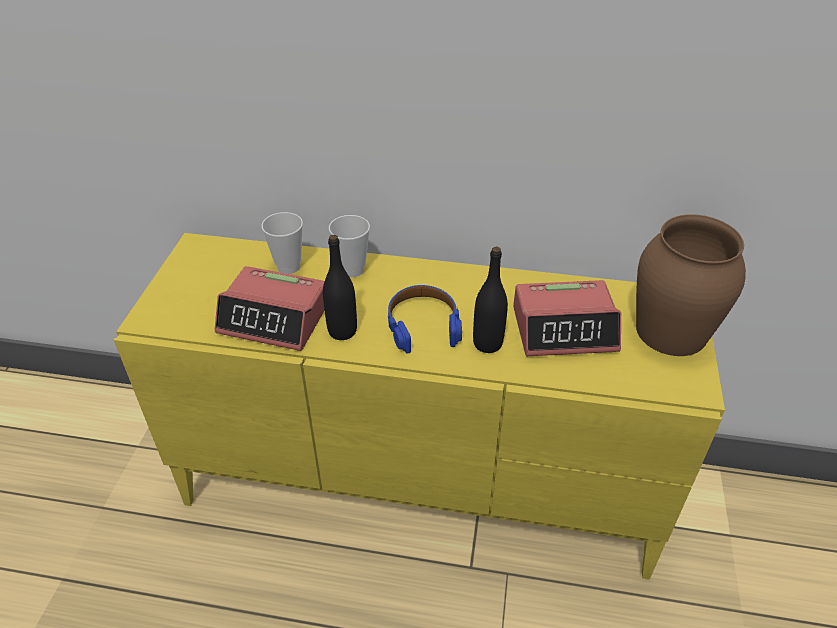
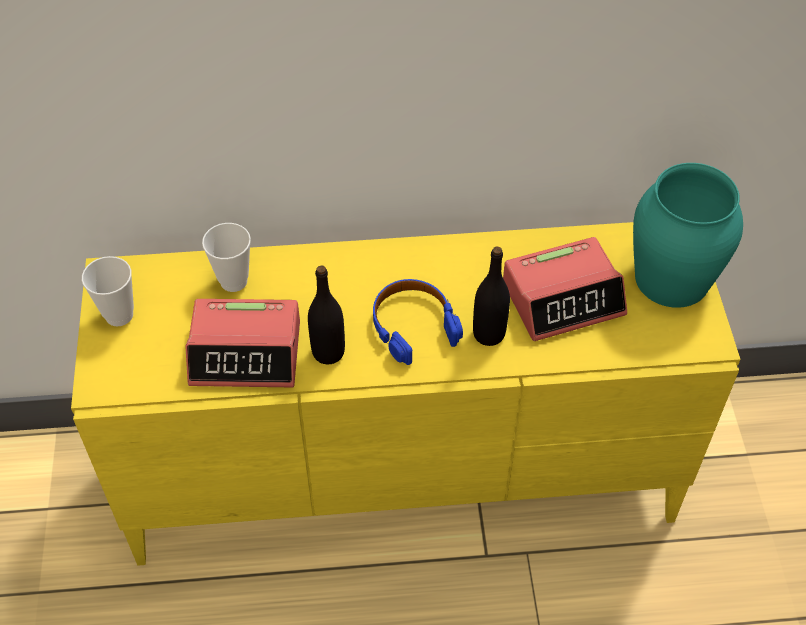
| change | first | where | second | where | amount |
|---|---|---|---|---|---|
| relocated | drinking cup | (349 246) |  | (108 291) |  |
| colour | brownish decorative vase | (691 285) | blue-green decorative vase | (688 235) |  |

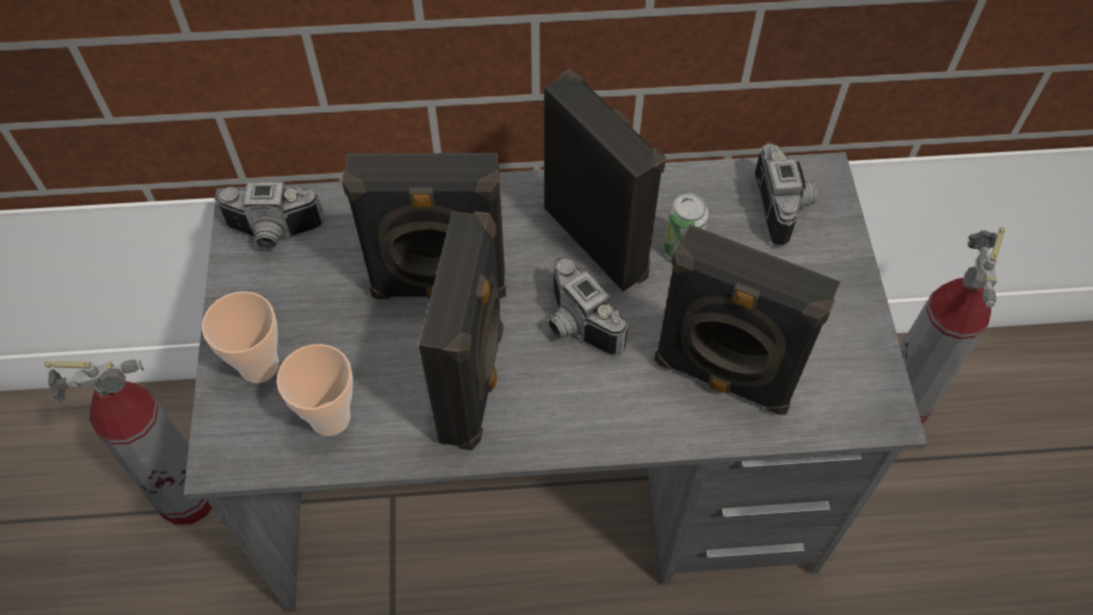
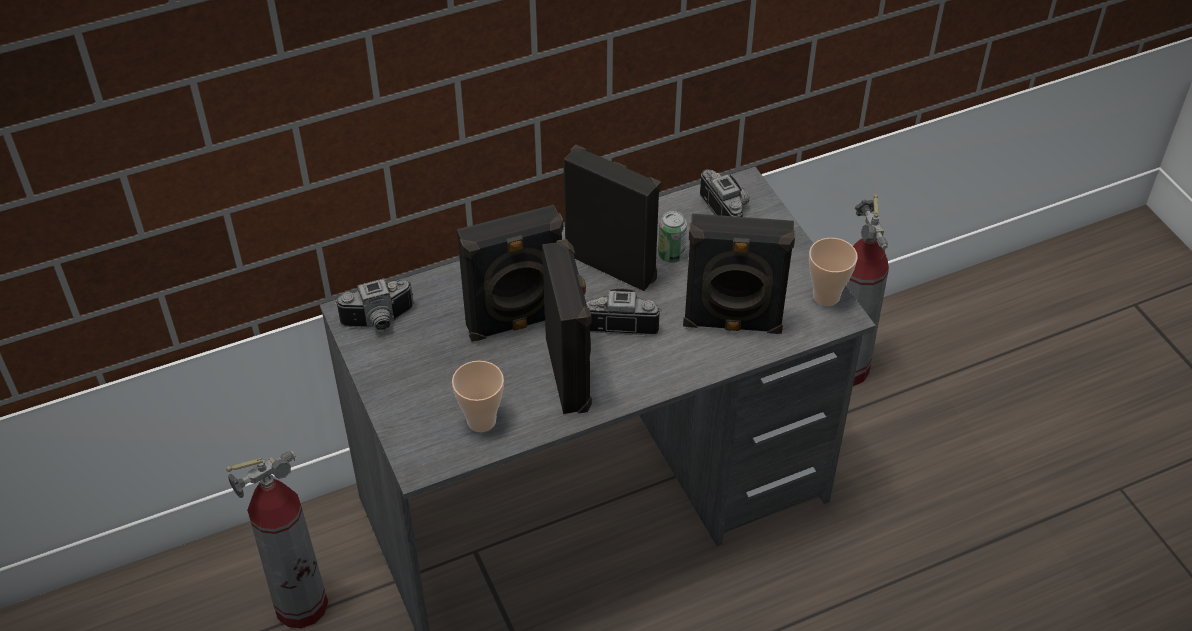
| change | first | where | second | where | amount |
|---|---|---|---|---|---|
| spun | photo camera | (588 306) |  | (624 312) | 150 degrees clockwise |
| relocated | drinking cup | (240 337) |  | (833 272) |  |

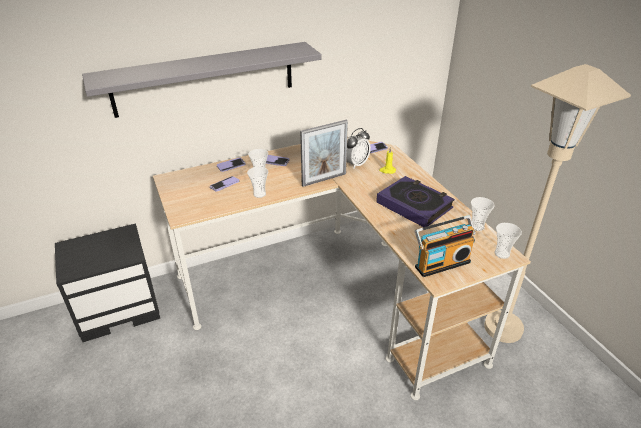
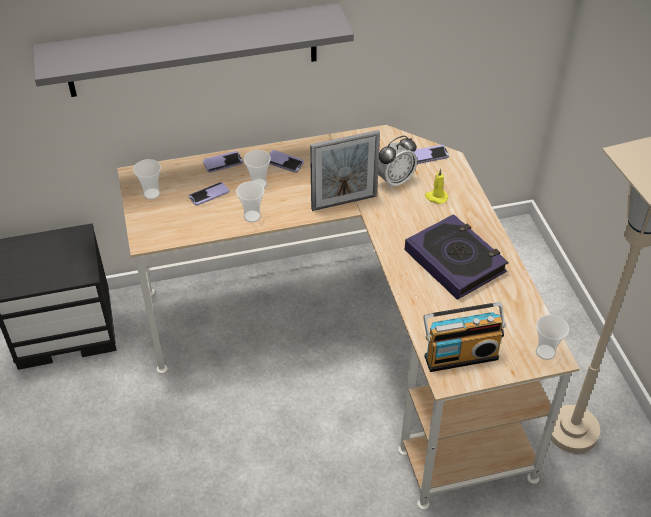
| change | first | where | second | where | amount |
|---|---|---|---|---|---|
| relocated | drinking cup | (482 214) |  | (147 179) |  |

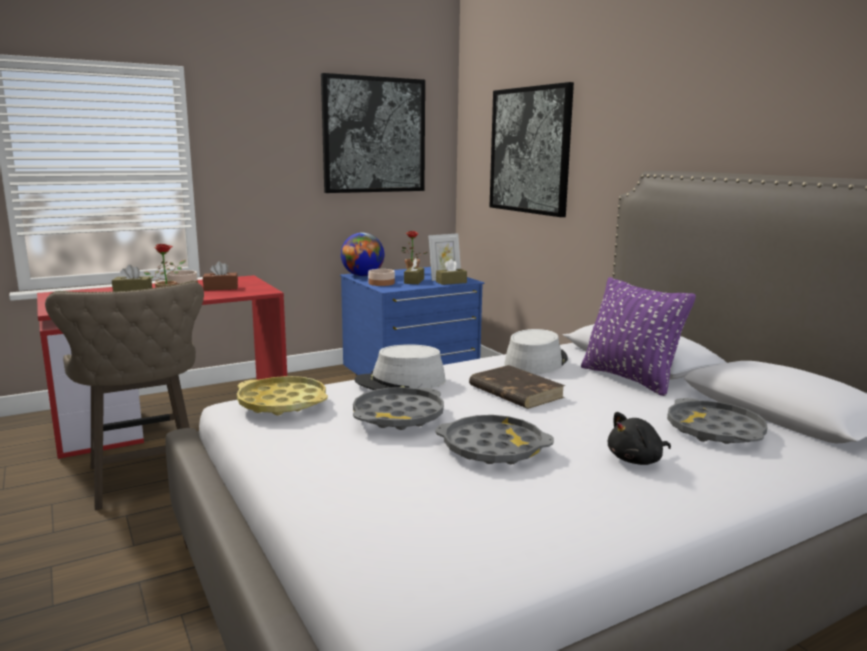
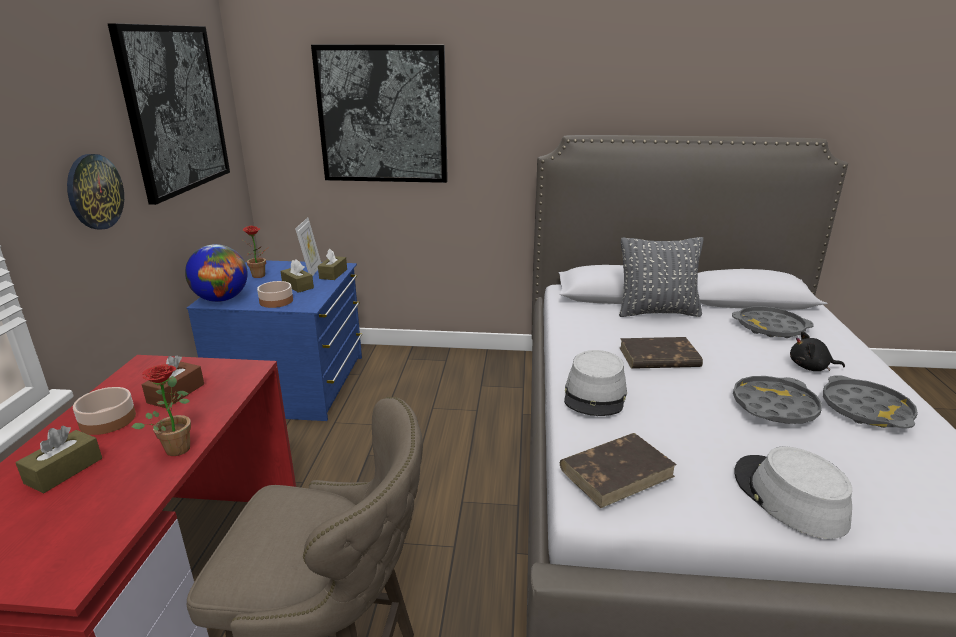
| change | first | where | second | where | amount |
|---|---|---|---|---|---|
| appeared |  |  | wall clock | (95 191) |  |
| exchanged | yellow-coloured carrying tray | (282 396) | brownish bound book | (618 470) |  |
| colour | purple pillow | (638 336) | gray pillow | (661 277) |  |
| relocated | gray wearable hat | (536 351) |  | (793 492) |  |
| spun | black cuddly toy | (639 438) |  | (817 351) | 90 degrees clockwise |
| relocated | gray carrying tray | (398 408) |  | (870 402) |  |

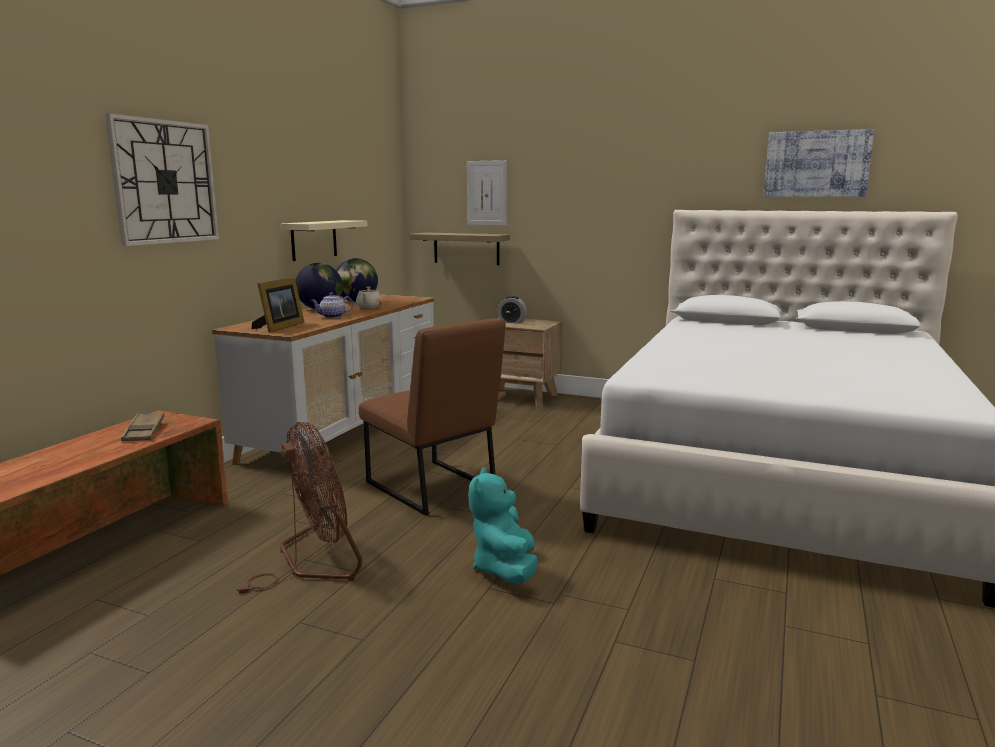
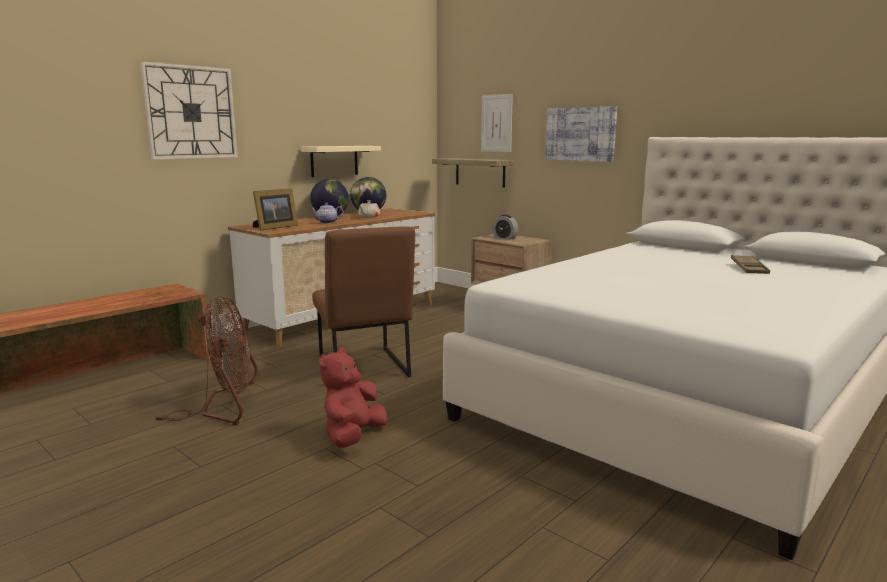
| change | first | where | second | where | amount |
|---|---|---|---|---|---|
| colour | blue-green cuddly toy | (503 525) | red cuddly toy | (353 398) |  |
| relocated | wall art | (819 163) |  | (581 134) |  |
| relocated | brownish carrying tray | (142 426) |  | (750 264) |  |

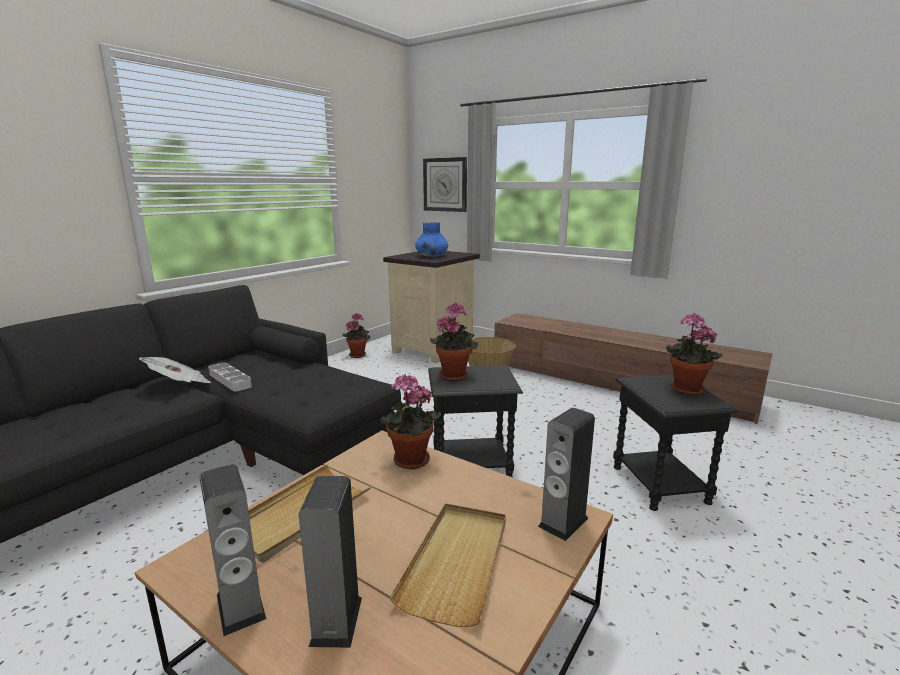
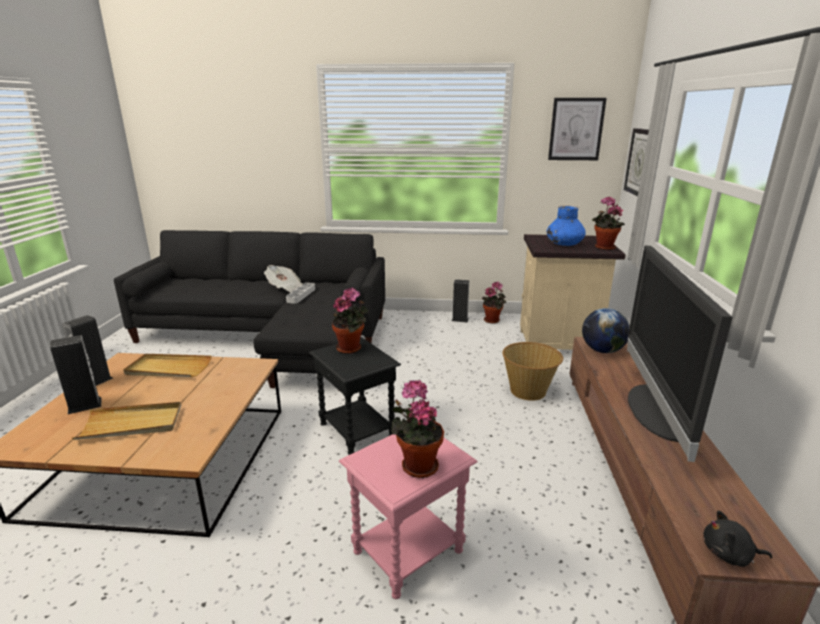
| change | first | where | second | where | amount |
|---|---|---|---|---|---|
| colour | black accent table | (676 443) | pink accent table | (408 516) |  |
| relocated | audio speaker | (566 474) |  | (460 301) |  |
| appeared |  |  | wall art | (577 129) |  |
| appeared |  |  | world globe | (606 330) |  |
| relocated | plant in a pot | (410 422) |  | (608 223) |  |
| appeared |  |  | TV set | (680 354) |  |
| appeared |  |  | black cuddly toy | (737 538) |  |

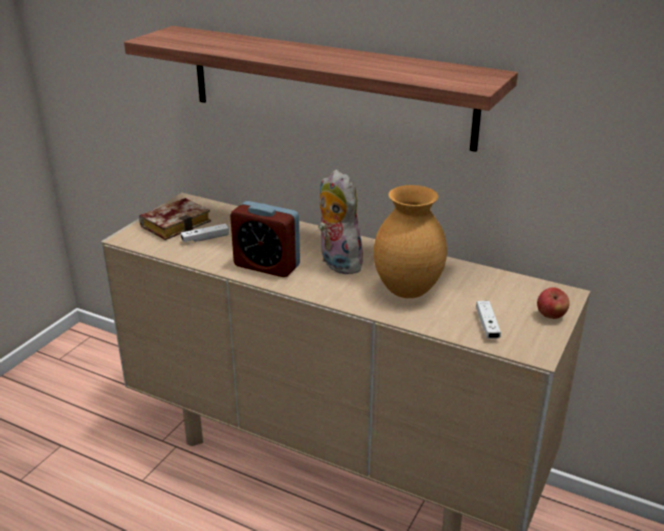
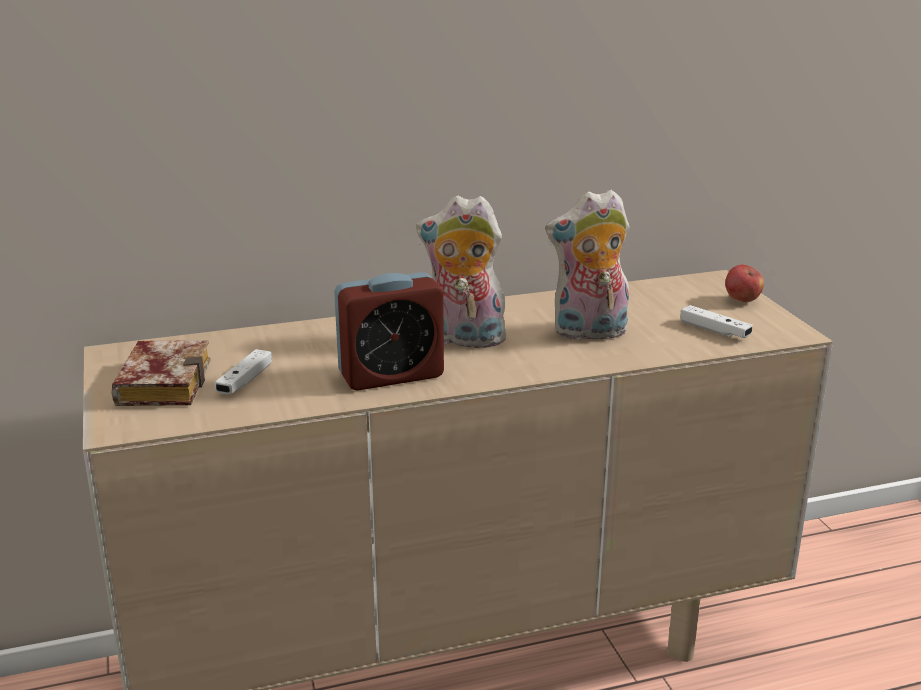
| change | first | where | second | where | amount |
|---|---|---|---|---|---|
| exchanged | brownish decorative vase | (410 241) | cuddly toy | (587 265) |  |
| missing | wall shelf | (321 89) |  |  |  |

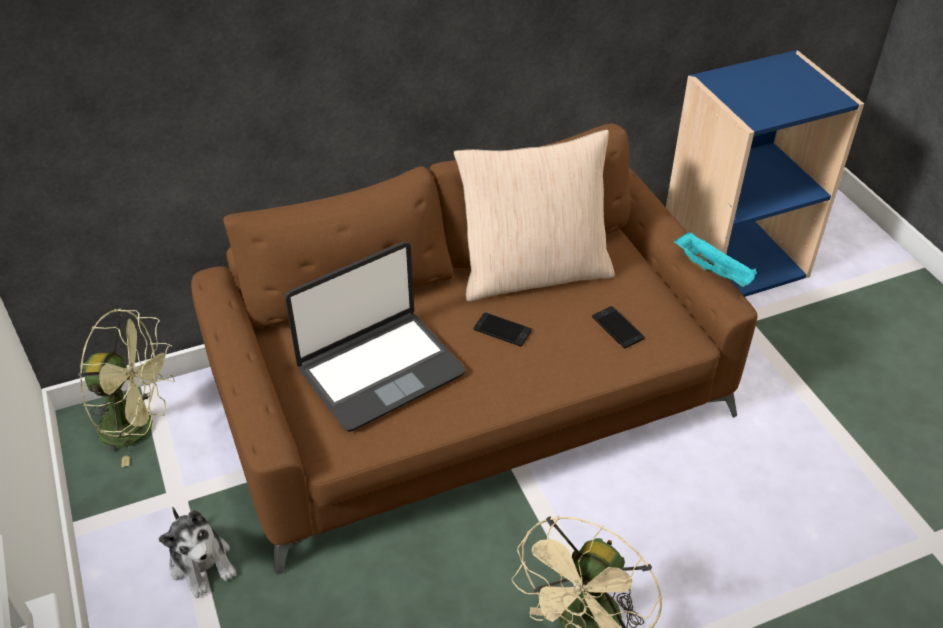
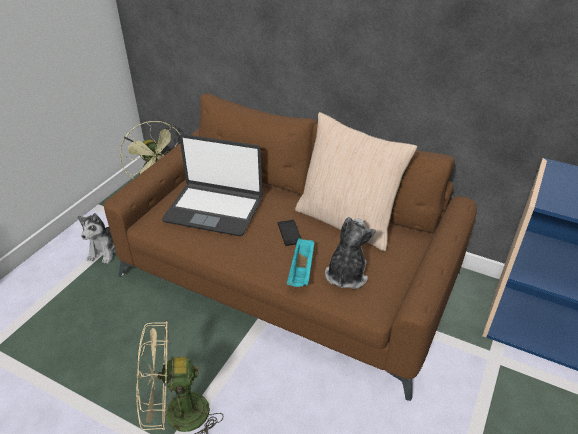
| change | first | where | second | where | amount |
|---|---|---|---|---|---|
| relocated | blue-green carrying tray | (715 259) |  | (301 262) |  |
| exchanged | handset | (618 327) | cuddly toy | (350 253) |  |

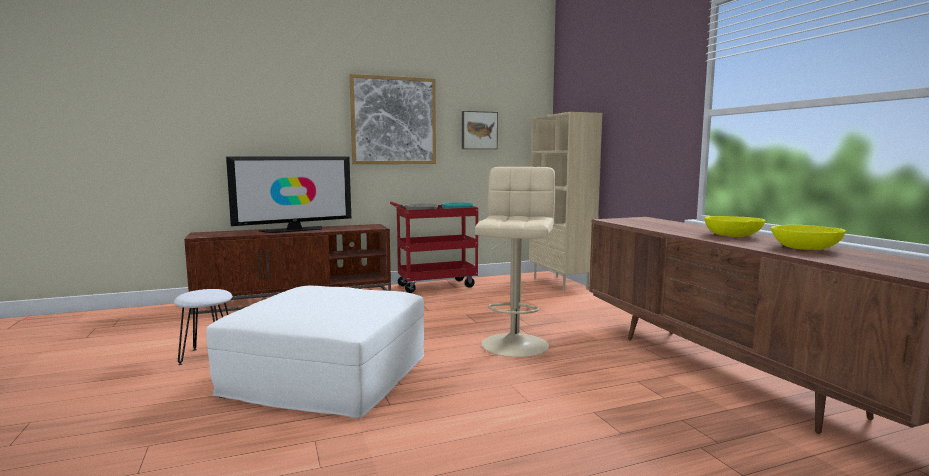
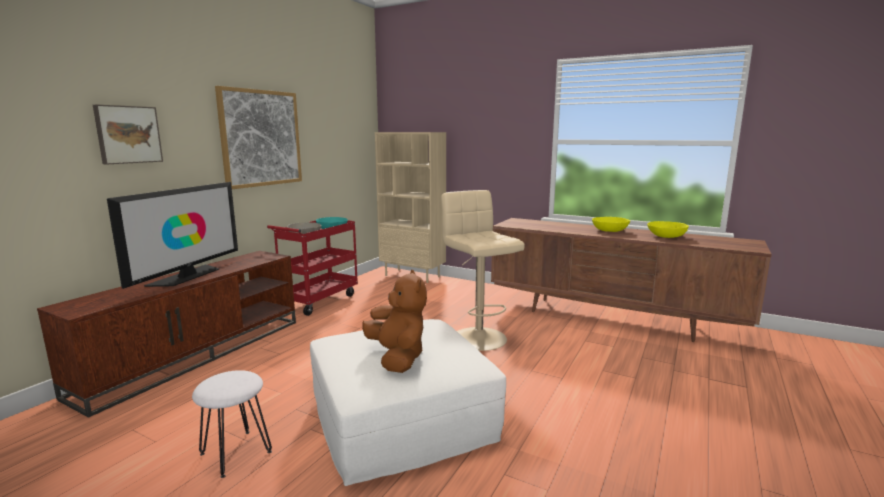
| change | first | where | second | where | amount |
|---|---|---|---|---|---|
| relocated | wall art | (480 130) |  | (128 135) |  |
| appeared |  |  | brownish cuddly toy | (394 321) |  |

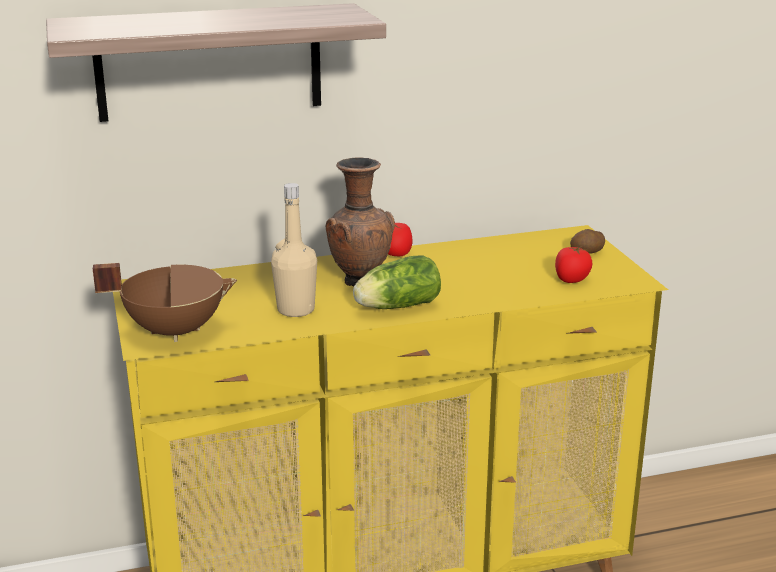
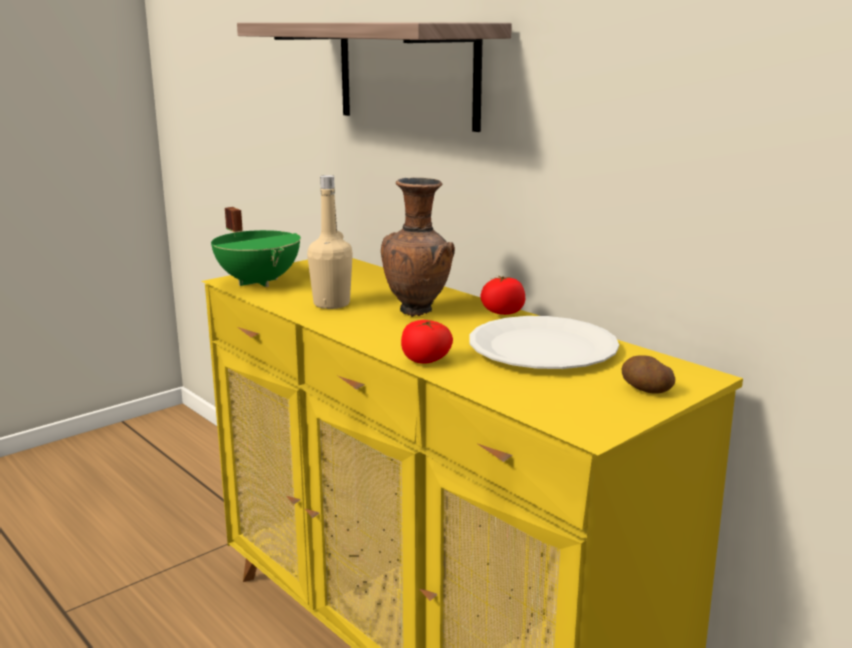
| change | first | where | second | where | amount |
|---|---|---|---|---|---|
| colour | brownish stockpot | (165 302) | green-coloured stockpot | (256 247) |  |
| relocated | tomato | (574 264) |  | (427 342) |  |
| appeared |  |  | white plate | (544 342) |  |
| missing | lettuce | (397 282) |  |  |  |

